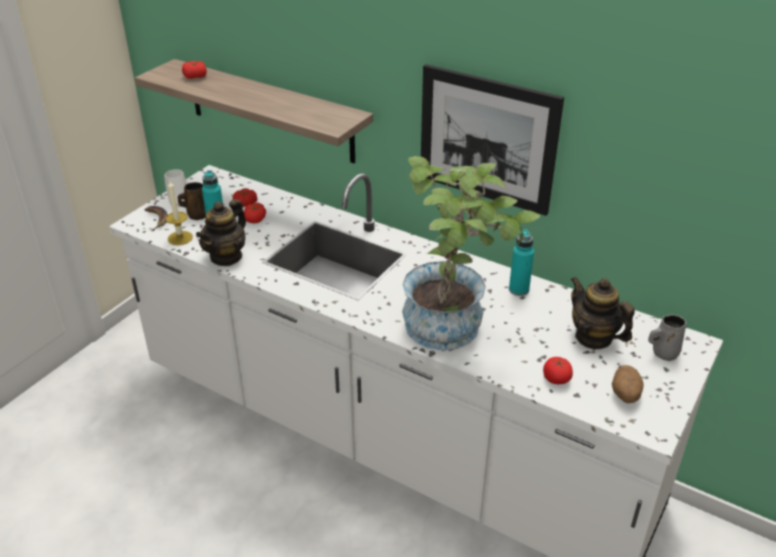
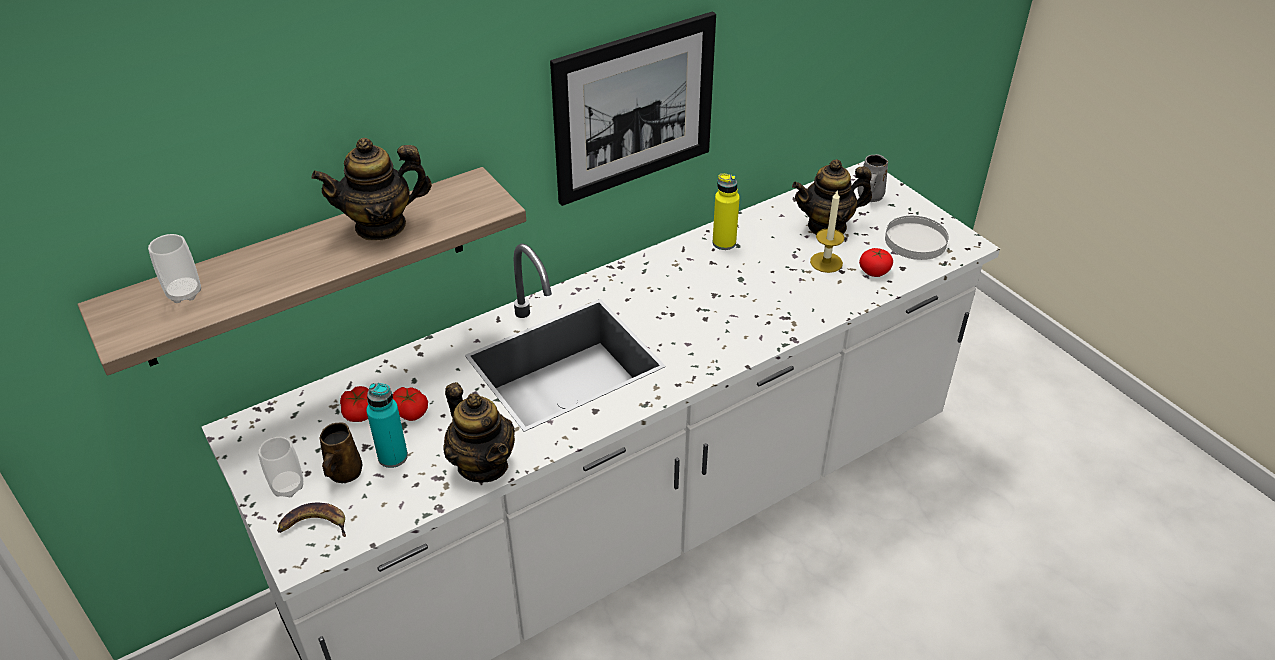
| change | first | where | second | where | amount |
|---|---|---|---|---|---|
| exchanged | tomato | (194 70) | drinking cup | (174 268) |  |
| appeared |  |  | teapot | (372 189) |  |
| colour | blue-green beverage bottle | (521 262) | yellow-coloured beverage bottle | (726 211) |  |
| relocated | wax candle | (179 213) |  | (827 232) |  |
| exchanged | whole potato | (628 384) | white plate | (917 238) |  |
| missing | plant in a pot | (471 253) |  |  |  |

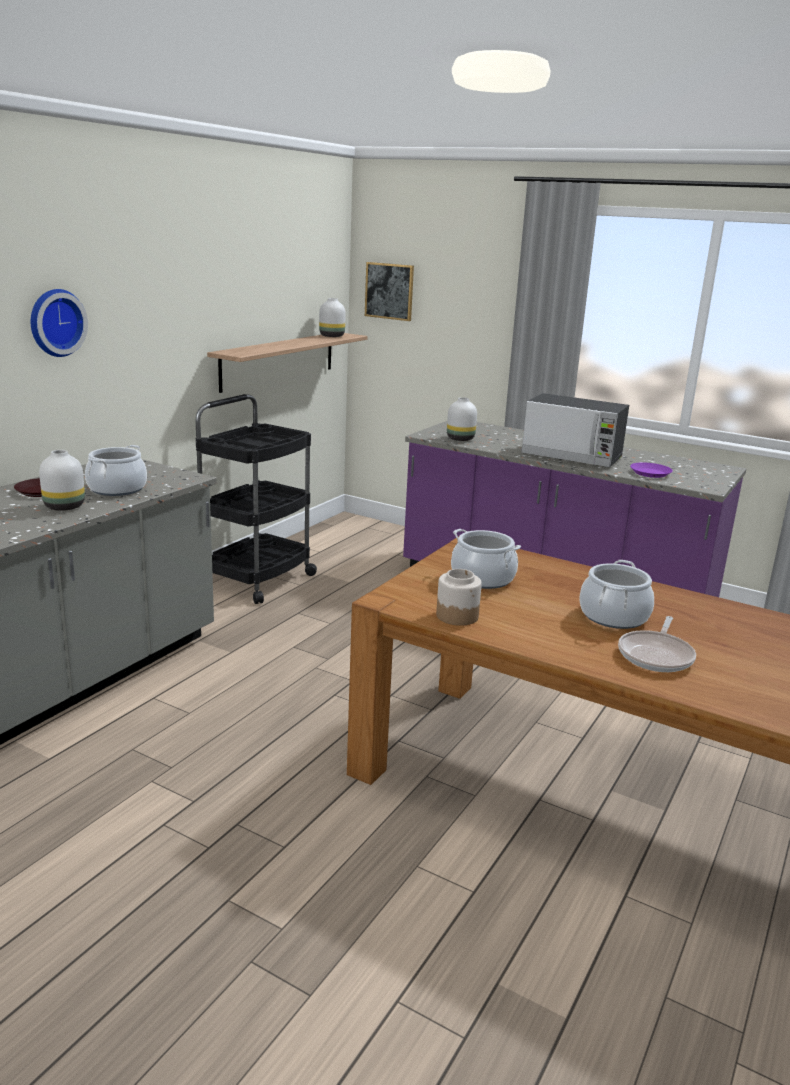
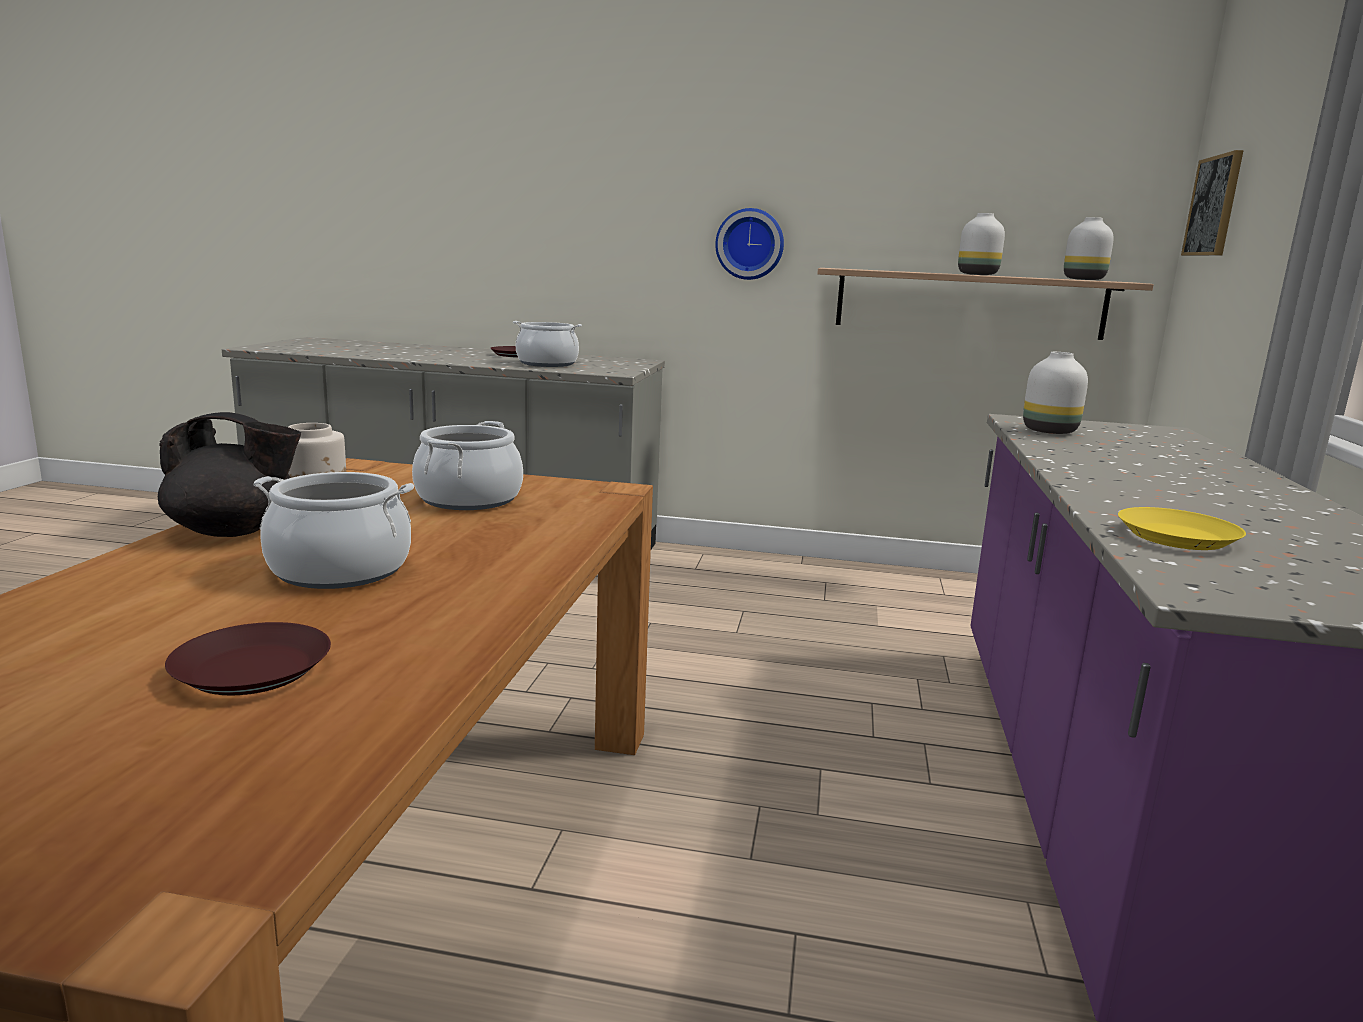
| change | first | where | second | where | amount |
|---|---|---|---|---|---|
| appeared |  |  | black teapot | (229 474) |  |
| appeared |  |  | brownish plate | (248 658) |  |
| relocated | wall clock | (59 323) |  | (749 244) |  |
| relocated | white decorative vase | (62 480) |  | (981 244) |  |
| colour | purple plate | (651 470) | yellow-coloured plate | (1182 528) |  |
| missing | black cart | (256 499) |  |  |  |
| missing | kitchen microwave | (575 430) |  |  |  |
| missing | frying pan | (657 644) |  |  |  |

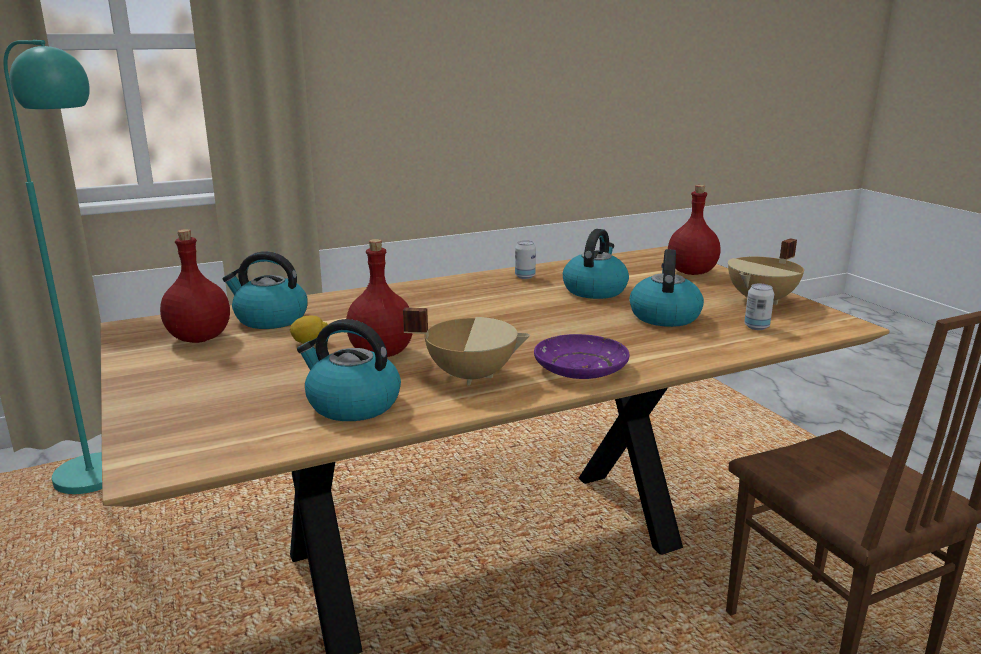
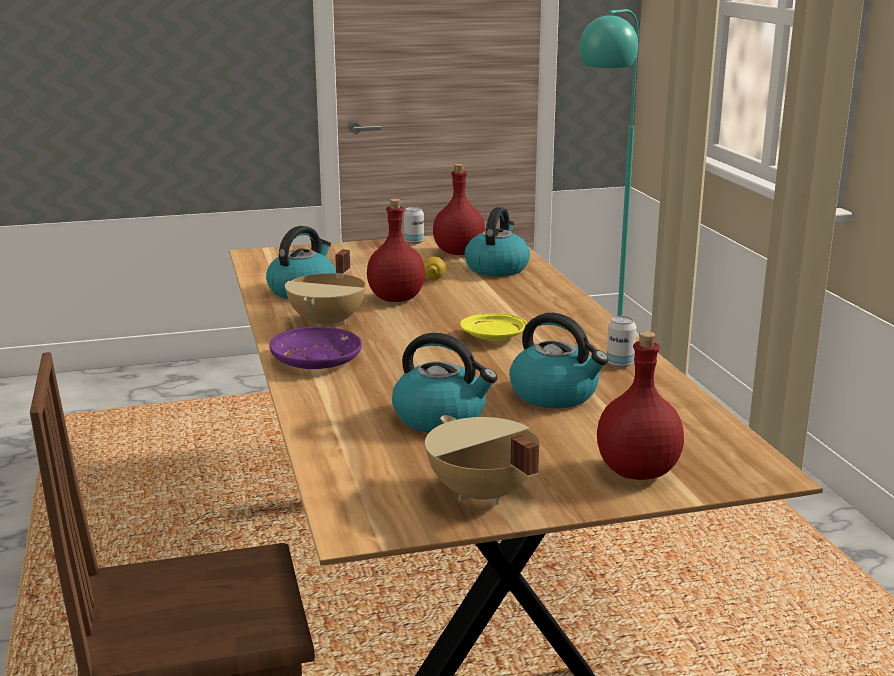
| change | first | where | second | where | amount |
|---|---|---|---|---|---|
| relocated | sealed can | (759 307) |  | (414 225) |  |
| appeared |  |  | yellow-coloured plate | (493 327) |  |

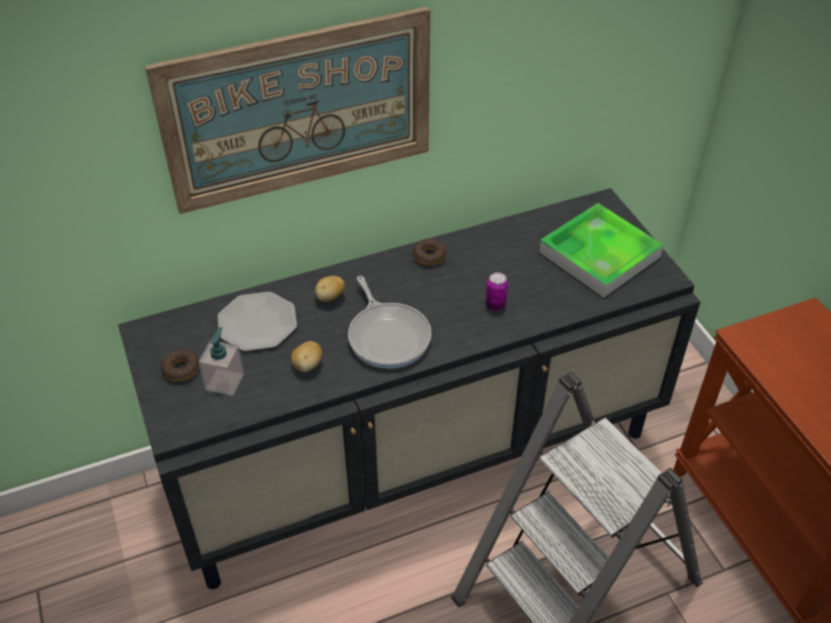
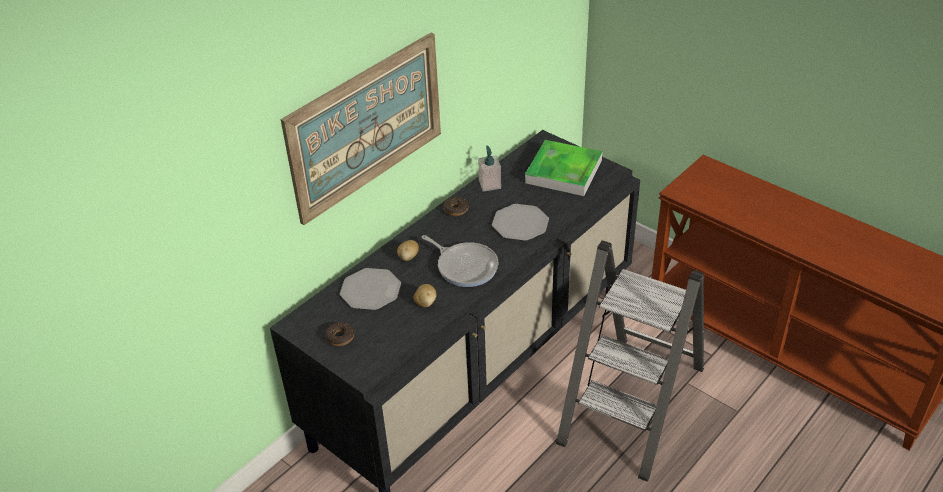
| change | first | where | second | where | amount |
|---|---|---|---|---|---|
| relocated | soap bottle | (221 361) |  | (489 168) |  |
| exchanged | sealed can | (497 291) | plate | (520 222) |  |

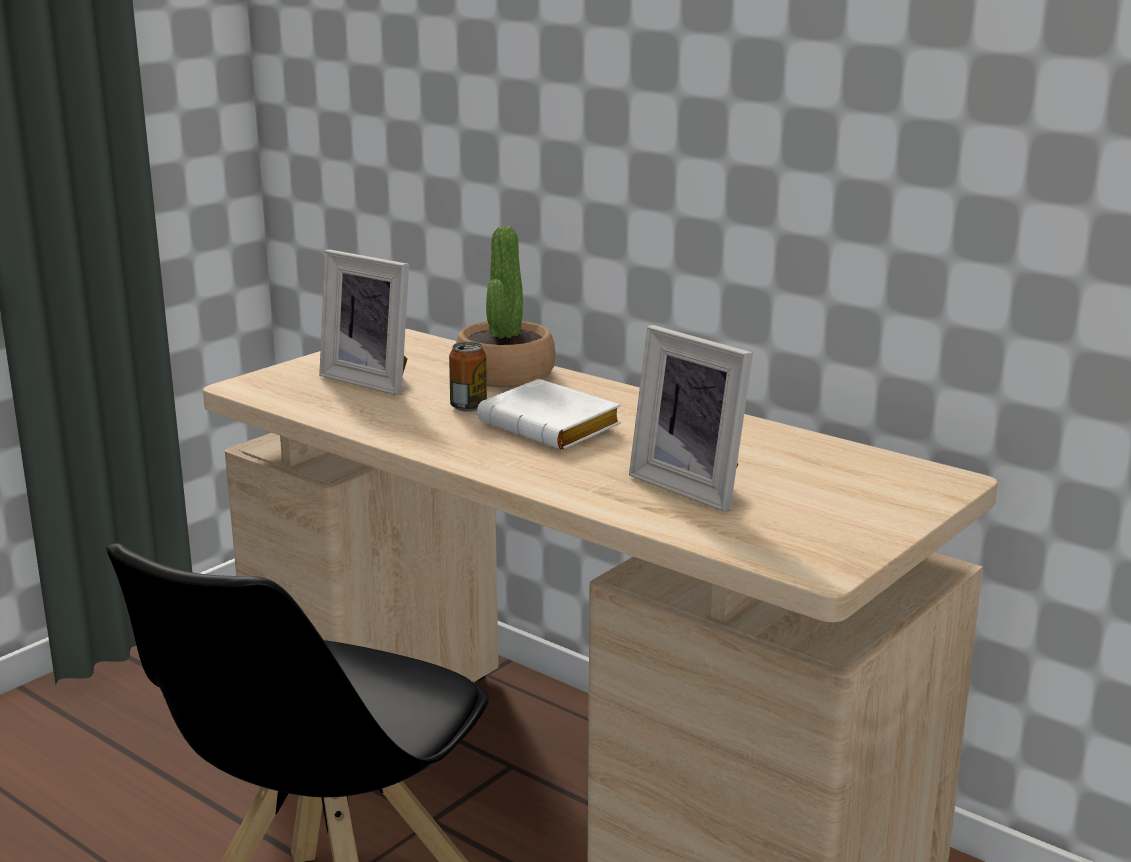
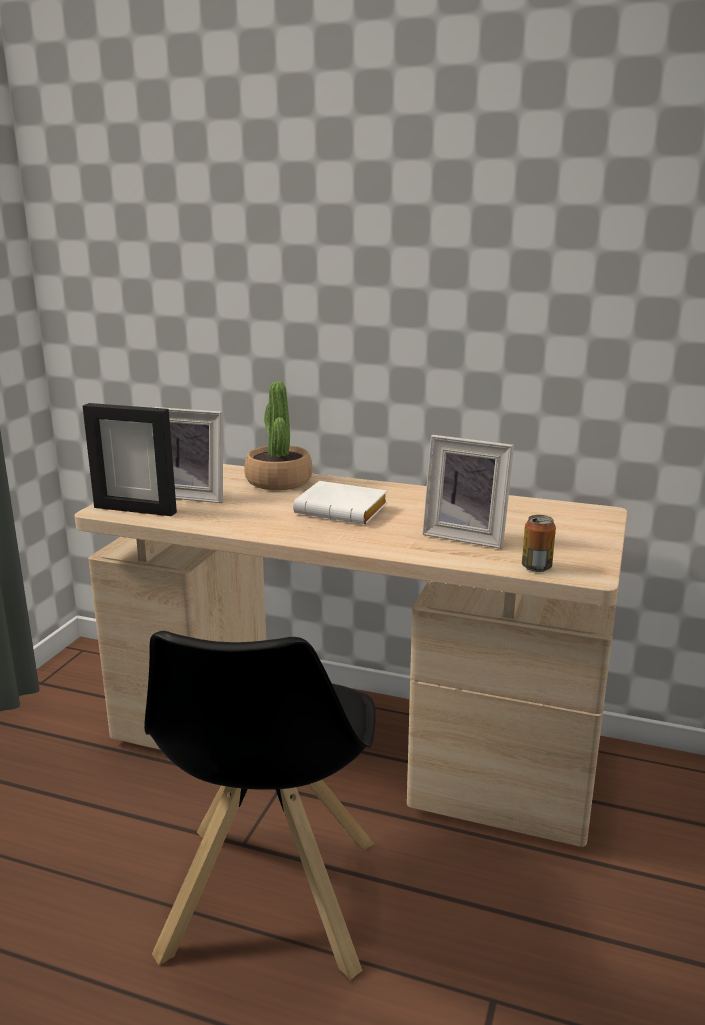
| change | first | where | second | where | amount |
|---|---|---|---|---|---|
| appeared |  |  | photo frame | (130 459) |  |
| relocated | sealed can | (468 377) |  | (539 543) |  |

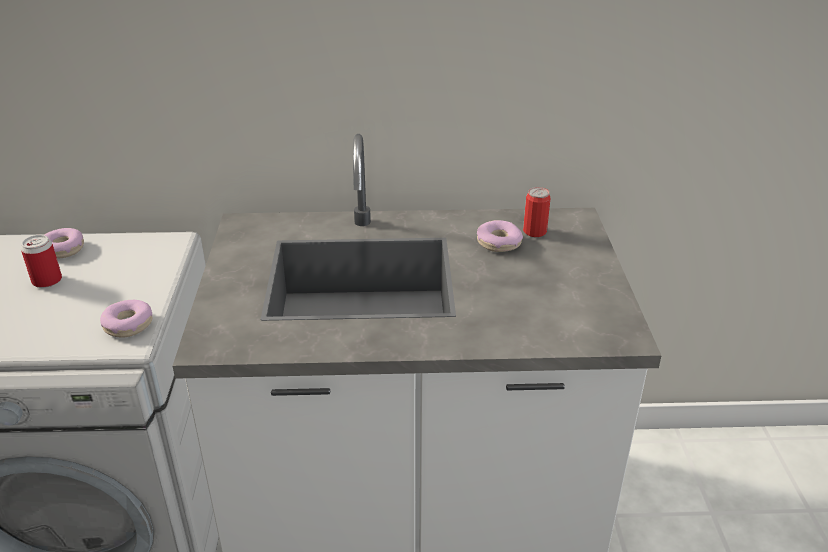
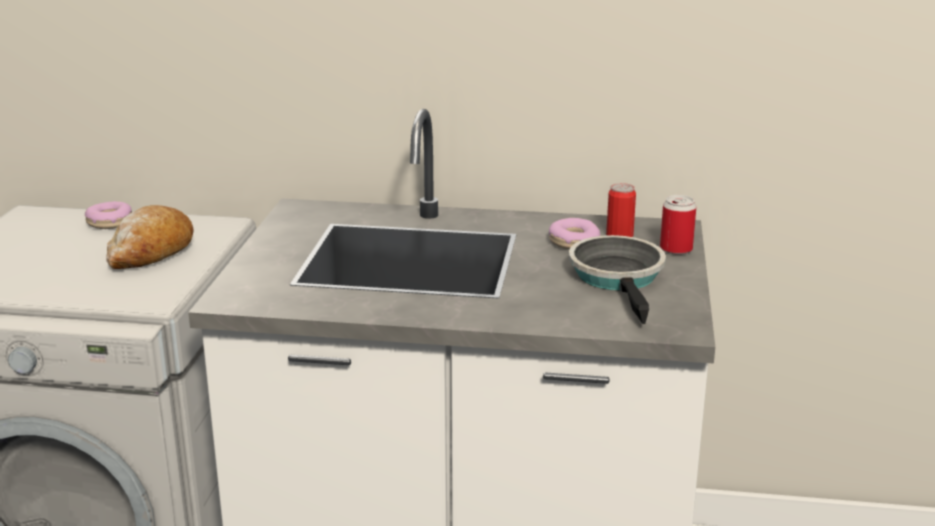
| change | first | where | second | where | amount |
|---|---|---|---|---|---|
| appeared |  |  | baked bread | (150 237) |  |
| appeared |  |  | frying pan | (617 279) |  |
| relocated | sealed can | (41 261) |  | (678 224) |  |
| missing | doughnut | (126 319) |  |  |  |

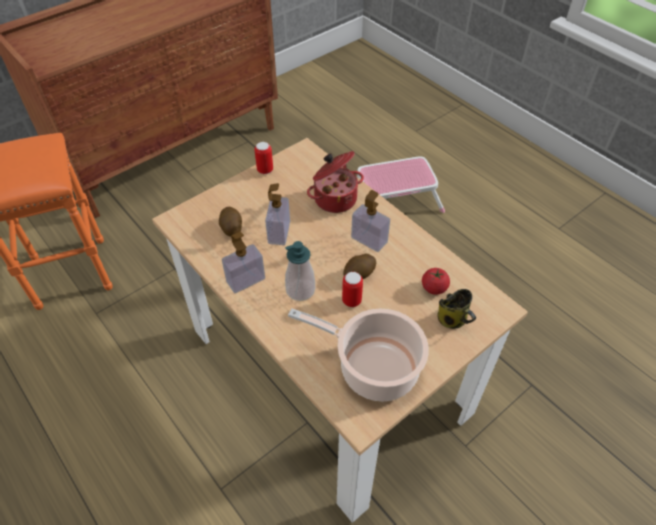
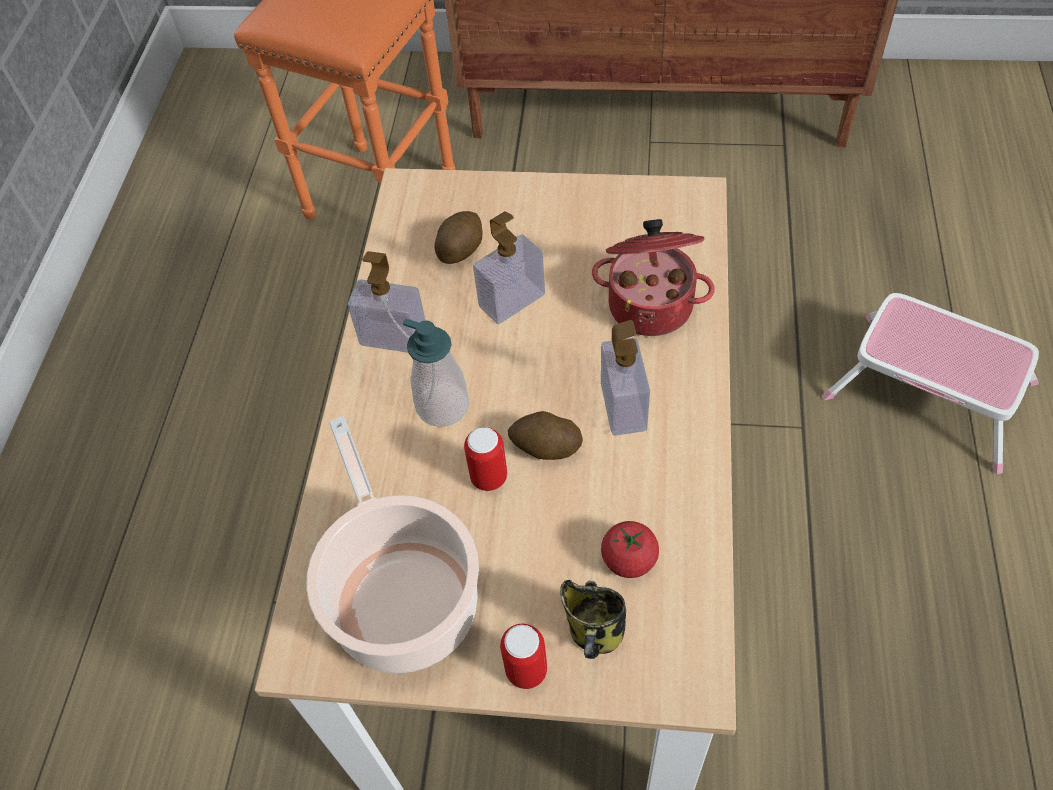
| change | first | where | second | where | amount |
|---|---|---|---|---|---|
| relocated | sealed can | (264 158) |  | (523 656) |  |

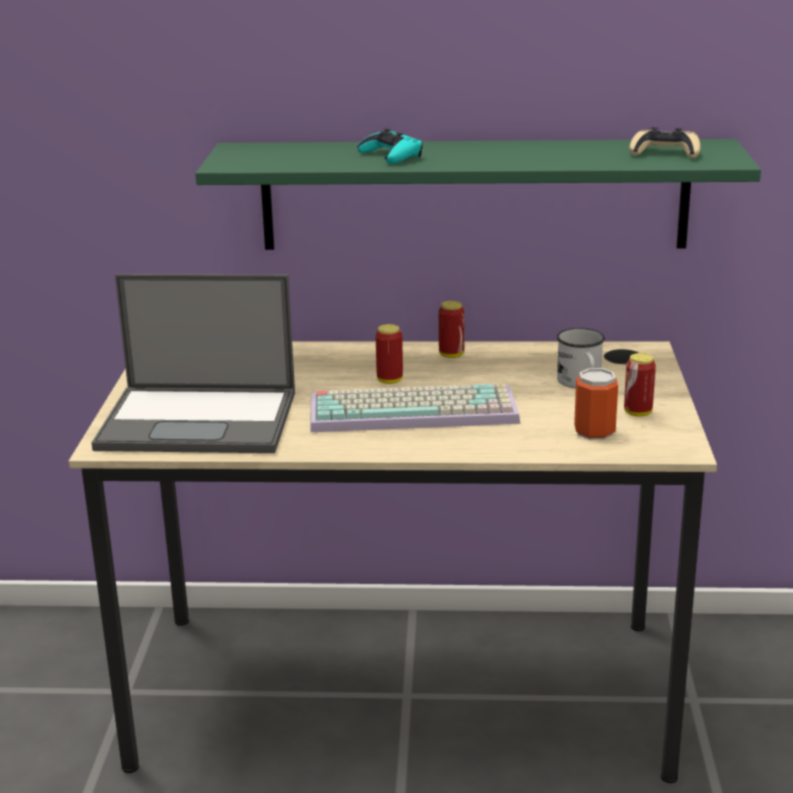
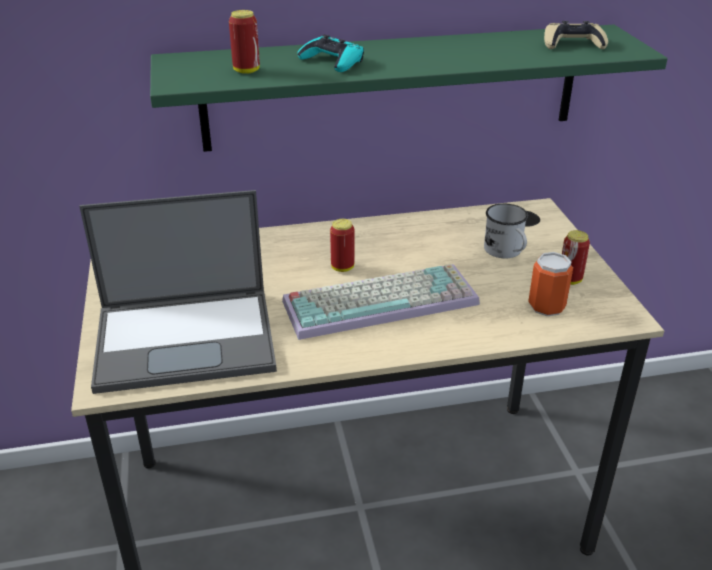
| change | first | where | second | where | amount |
|---|---|---|---|---|---|
| relocated | sealed can | (452 329) |  | (244 42) |  |

